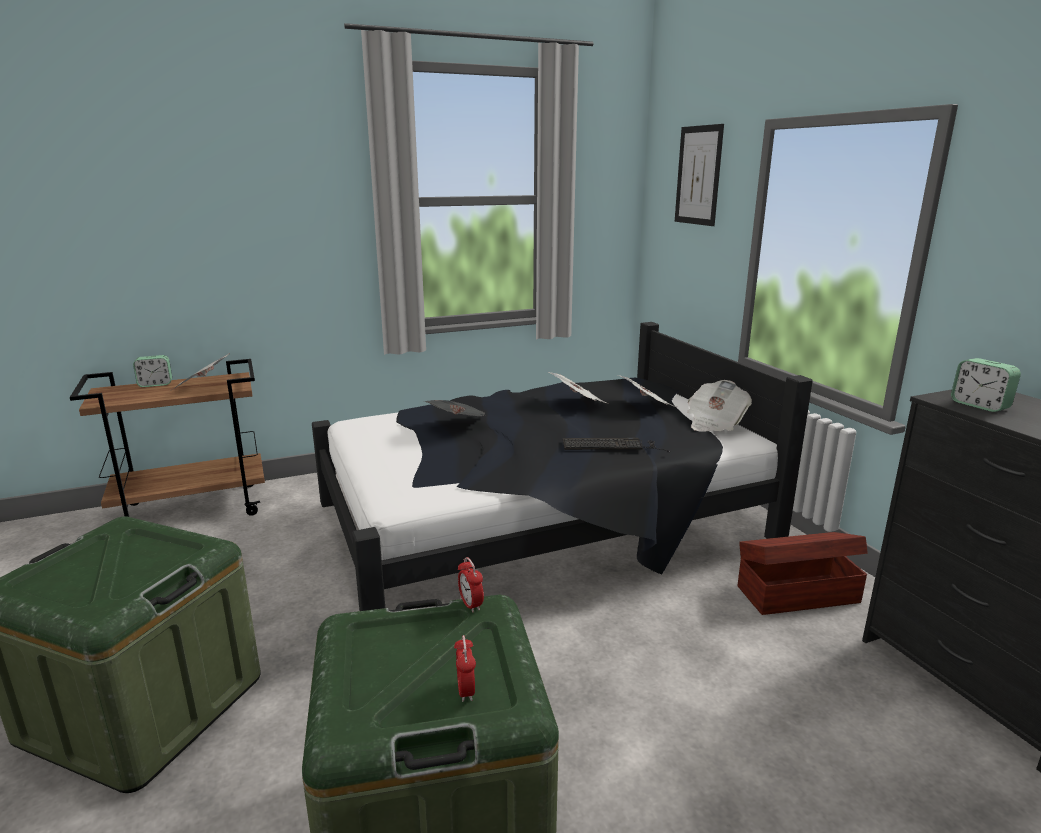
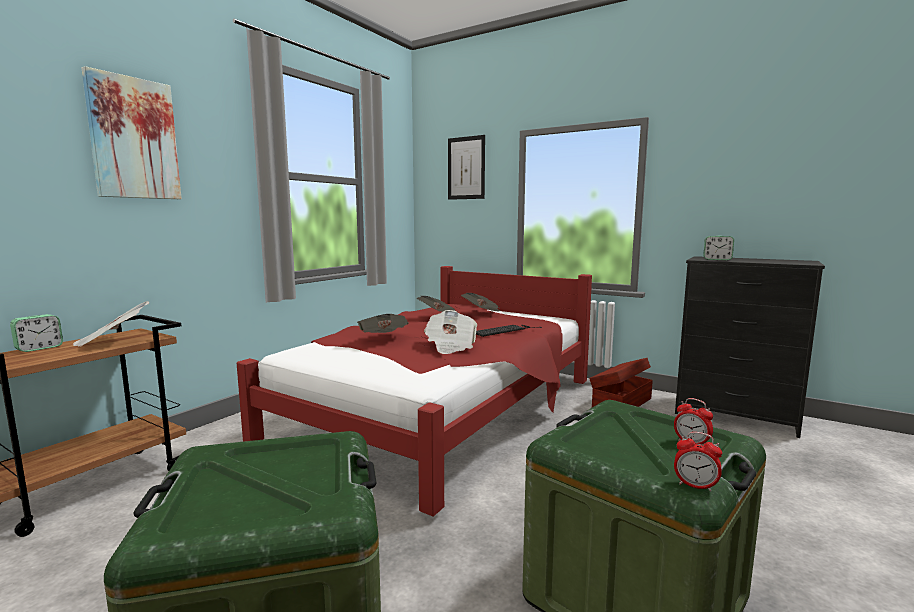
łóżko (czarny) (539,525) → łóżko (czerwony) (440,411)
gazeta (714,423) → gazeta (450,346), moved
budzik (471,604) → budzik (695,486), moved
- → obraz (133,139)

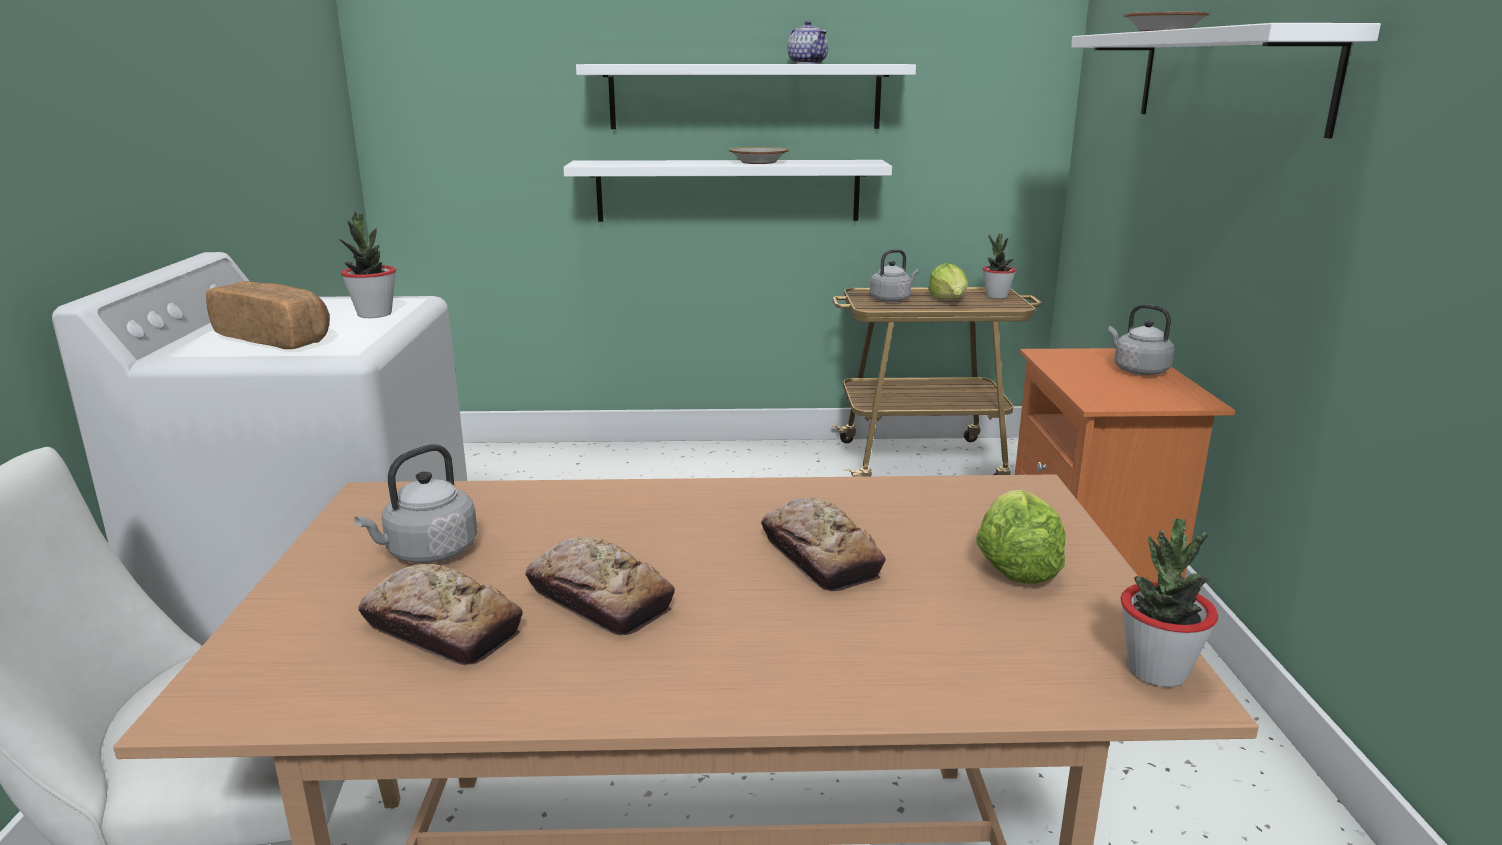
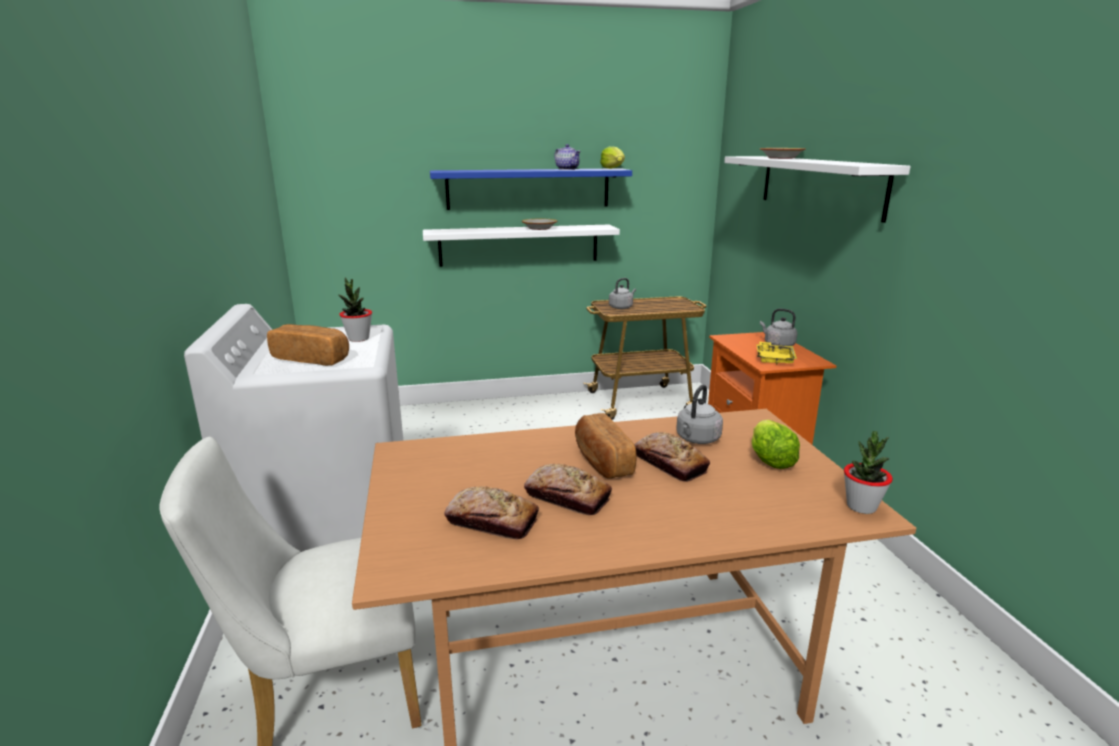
półka (biały) (745,96) → półka (niebieski) (528,188)
roślina doniczkowa (996,296) → -
sałata (949,300) → sałata (613,169), moved
czajnik (szary) (428,553) → czajnik (szary) (697,439), moved
- → taca (żółty) (774,359)
- → chleb (602,460)

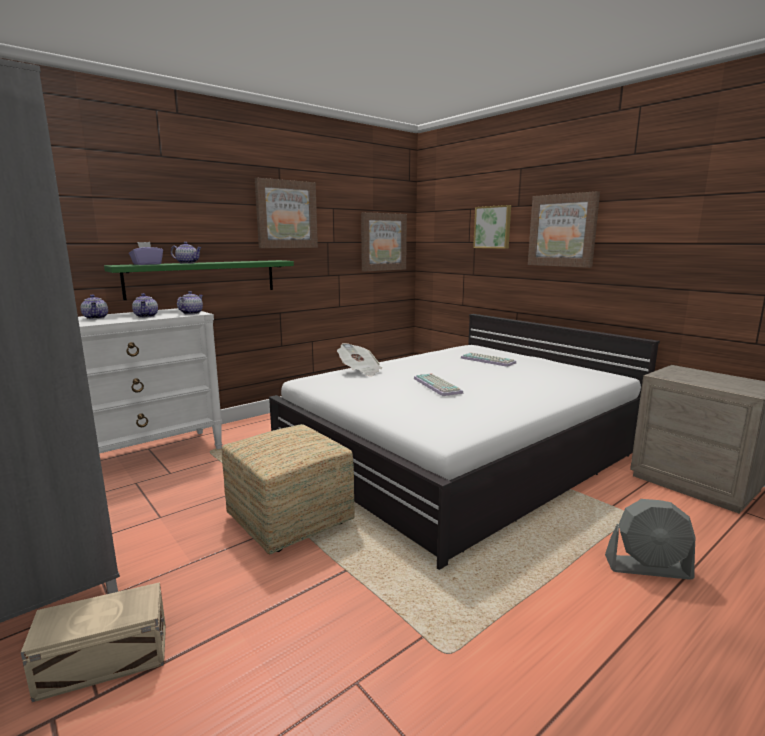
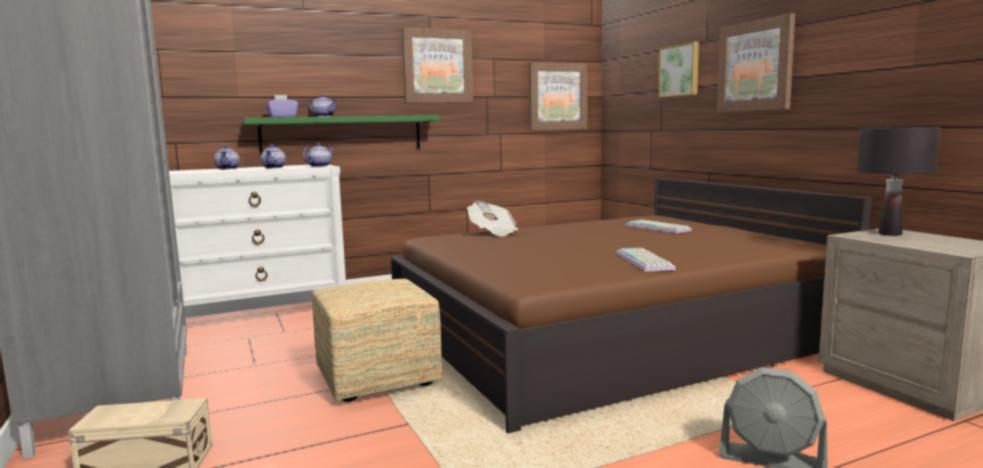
łóżko (biały) (461,452) → łóżko (brązowy) (609,334)
klawiatura (438,386) → klawiatura (646,261), moved
- → lampa stołowa (czarny) (889,234)

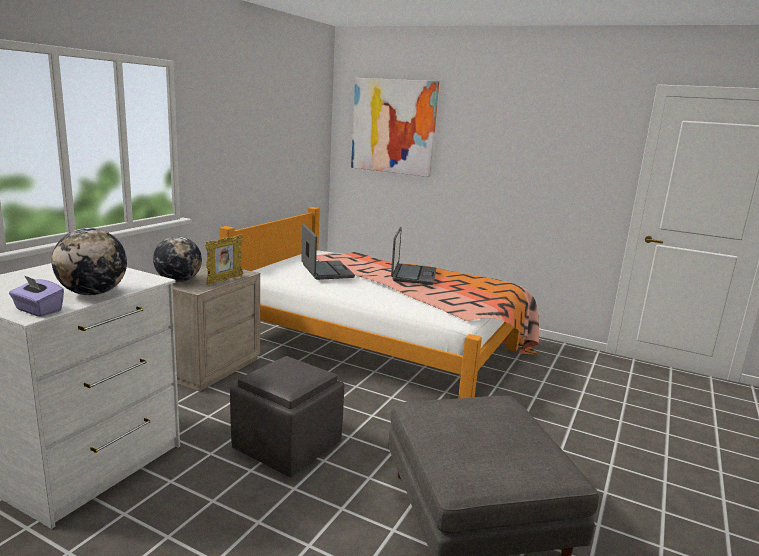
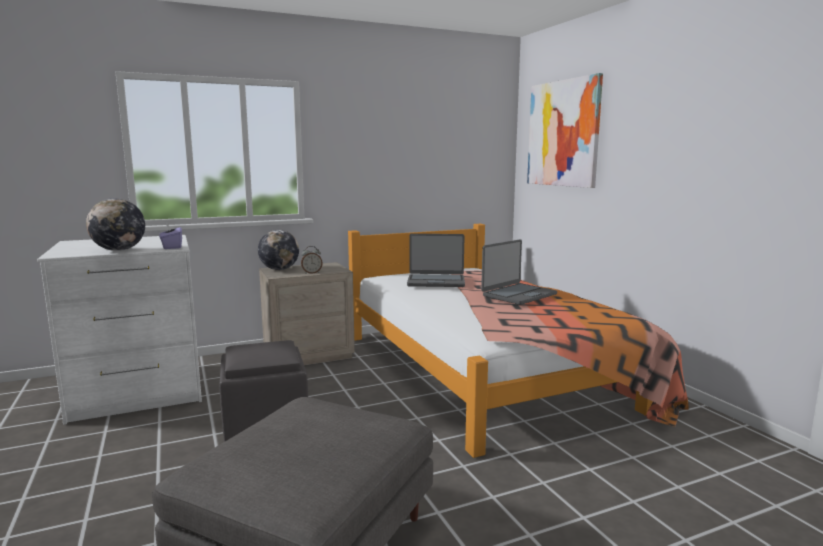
laptop (326,271) → laptop (436,281), 75 degrees clockwise
ramka na zdjęcie (224,280) → budzik (312,273)
pudełko chusteczek (fioletowy) (38,310) → pudełko chusteczek (fioletowy) (172,247), moved

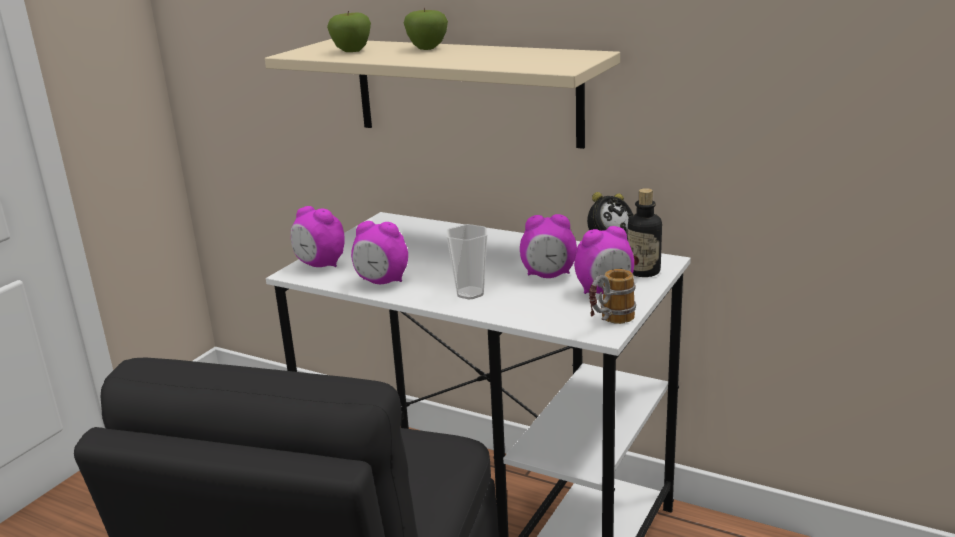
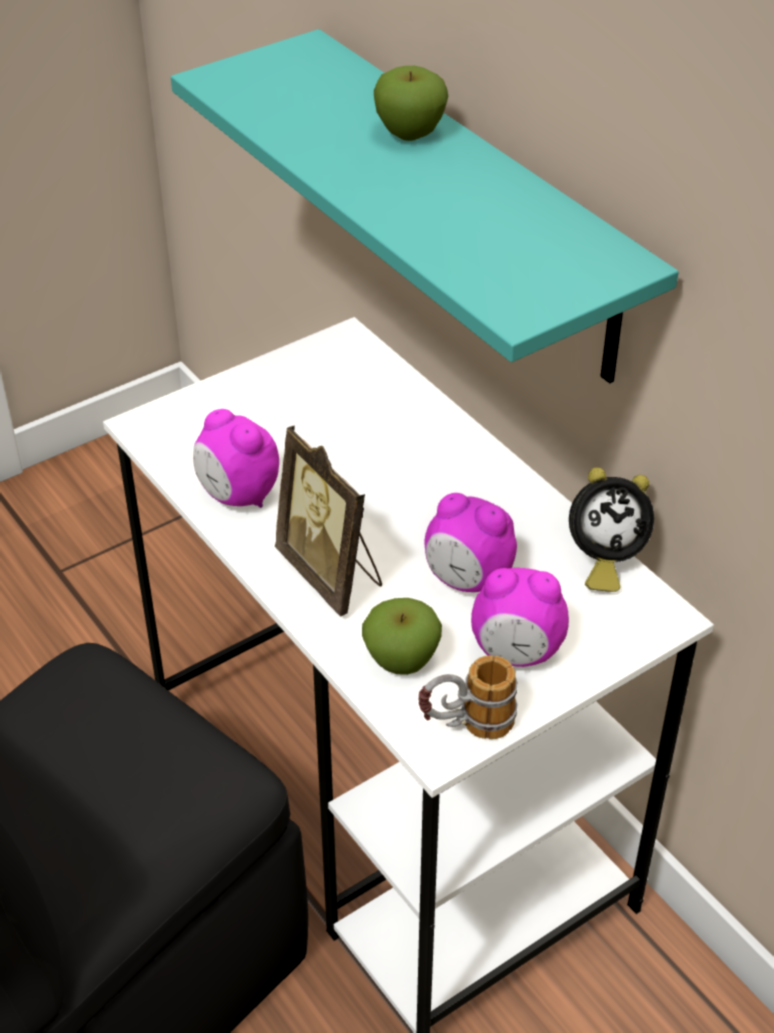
jabłko (351,51) → jabłko (401,661), moved
półka (beżowy) (466,91) → półka (turkusowy) (475,207)
butelka (643,271) → -
budzik (320,265) → -
filiżanka (470,293) → ramka na zdjęcie (332,574)

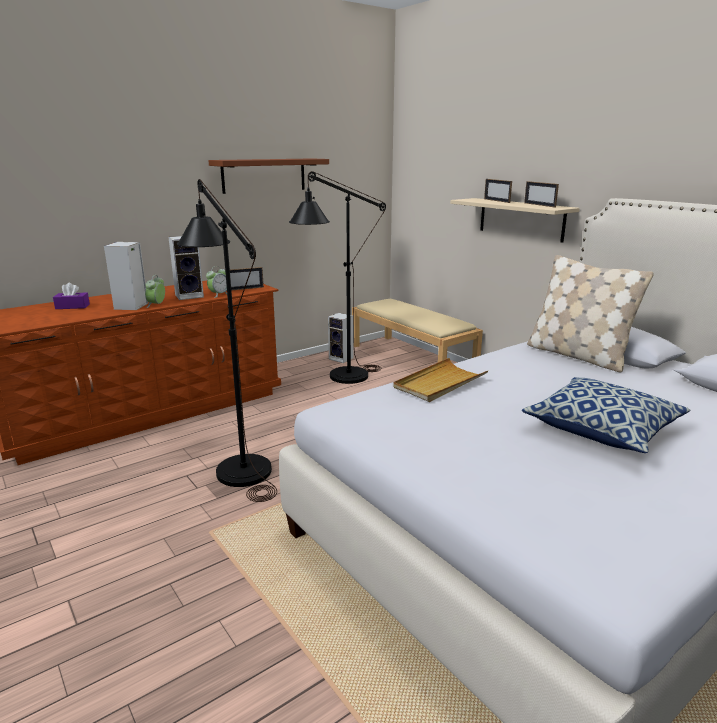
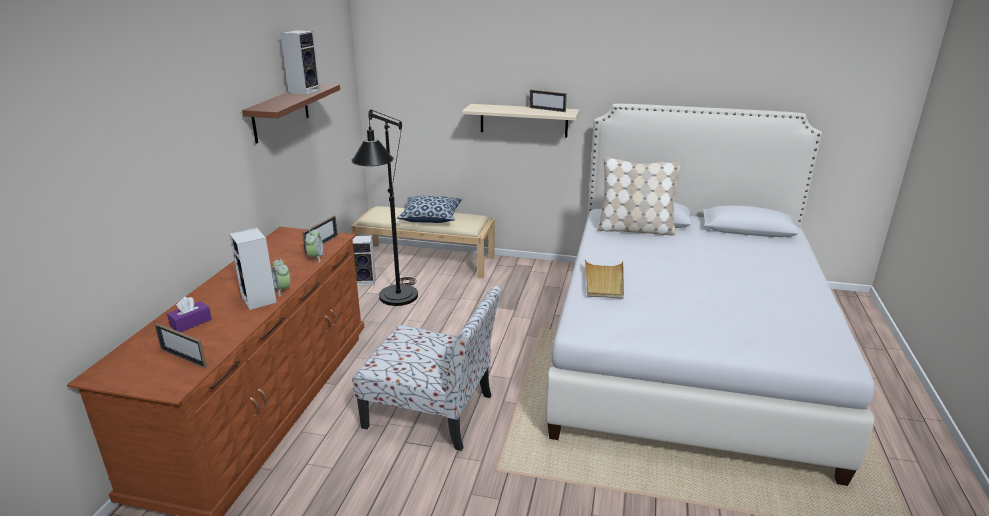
lampa stojąca (czarny) (238,464) → krzesło (432,412)
ramka na zdjęcie (496,200) → ramka na zdjęcie (183,358), moved
głośnik (190,296) → głośnik (304,91), moved
poduszka (602,430) → poduszka (431,218), moved

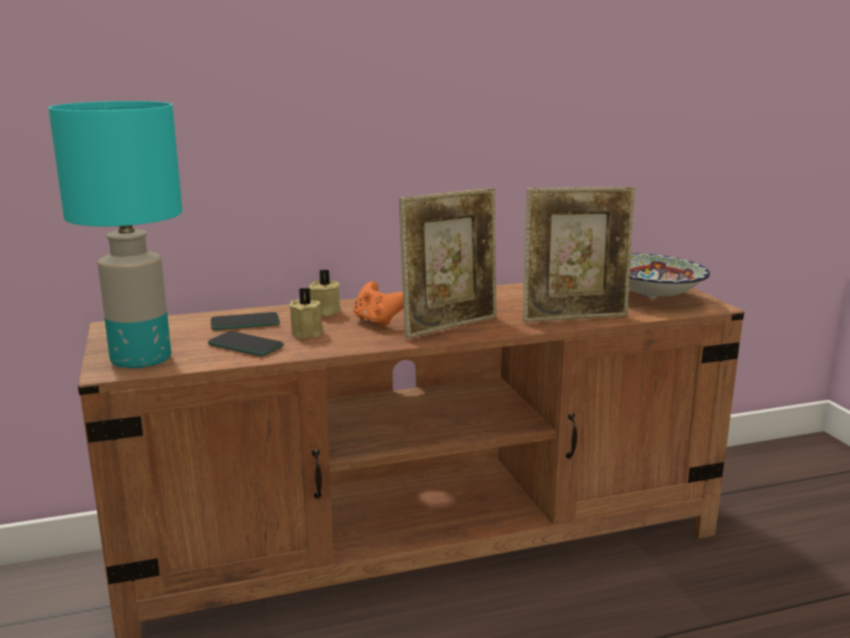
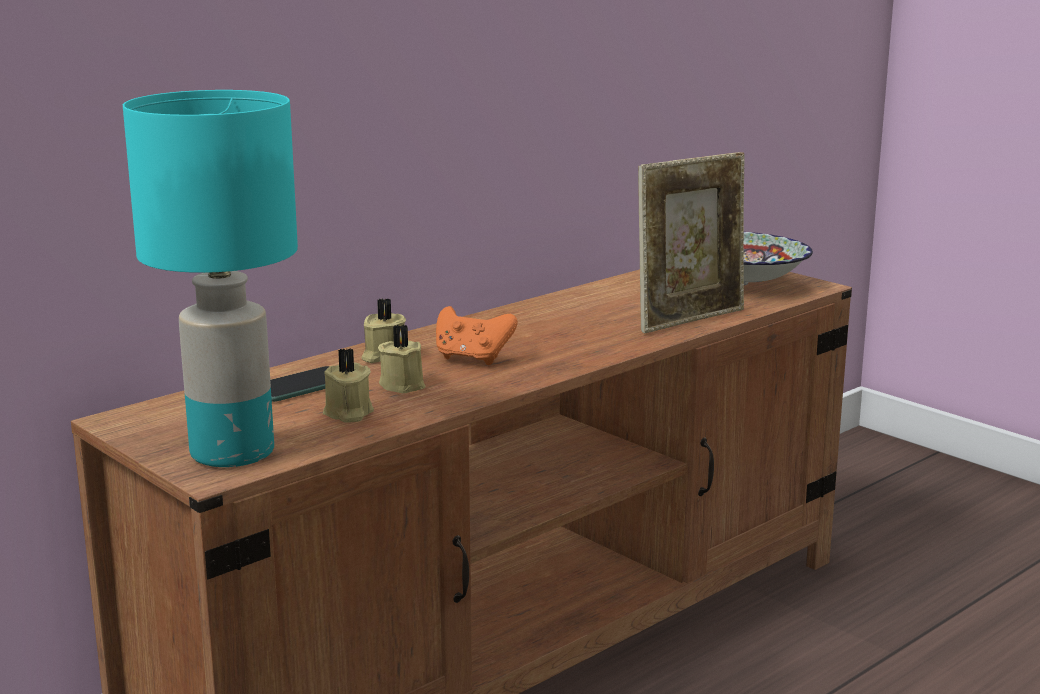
ramka na zdjęcie (450,326) → -
telefon (245,345) → świeca (beżowy) (348,413)

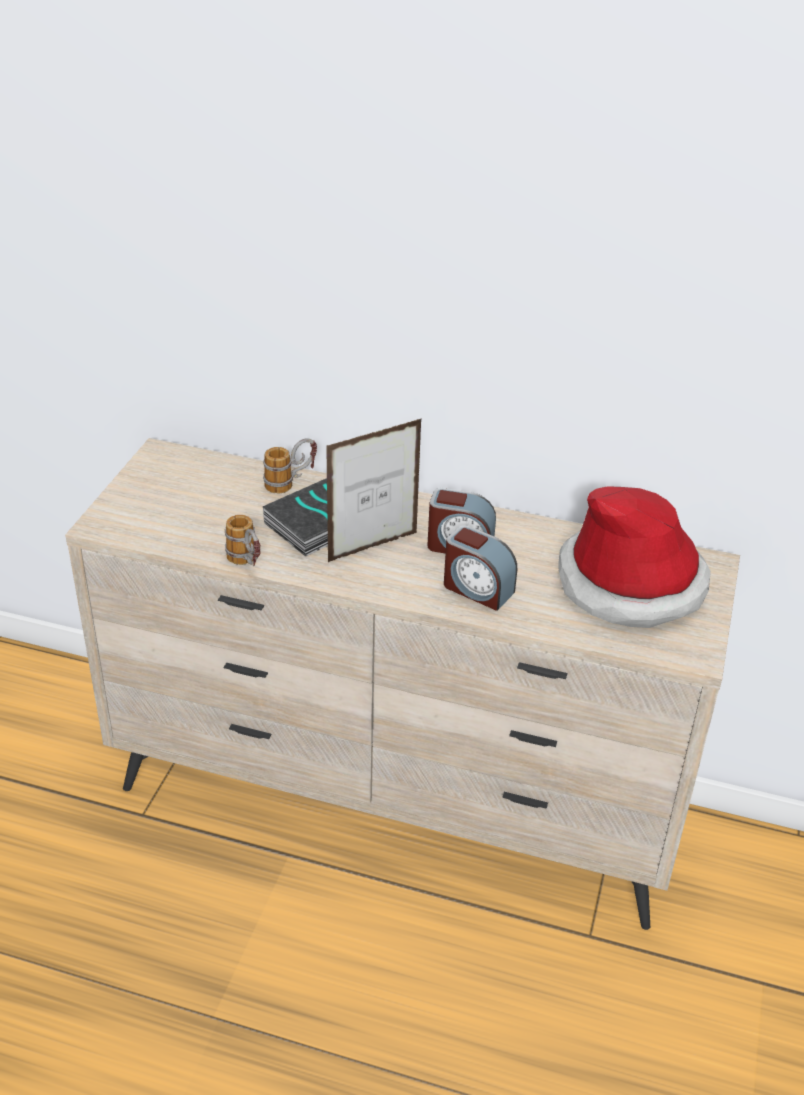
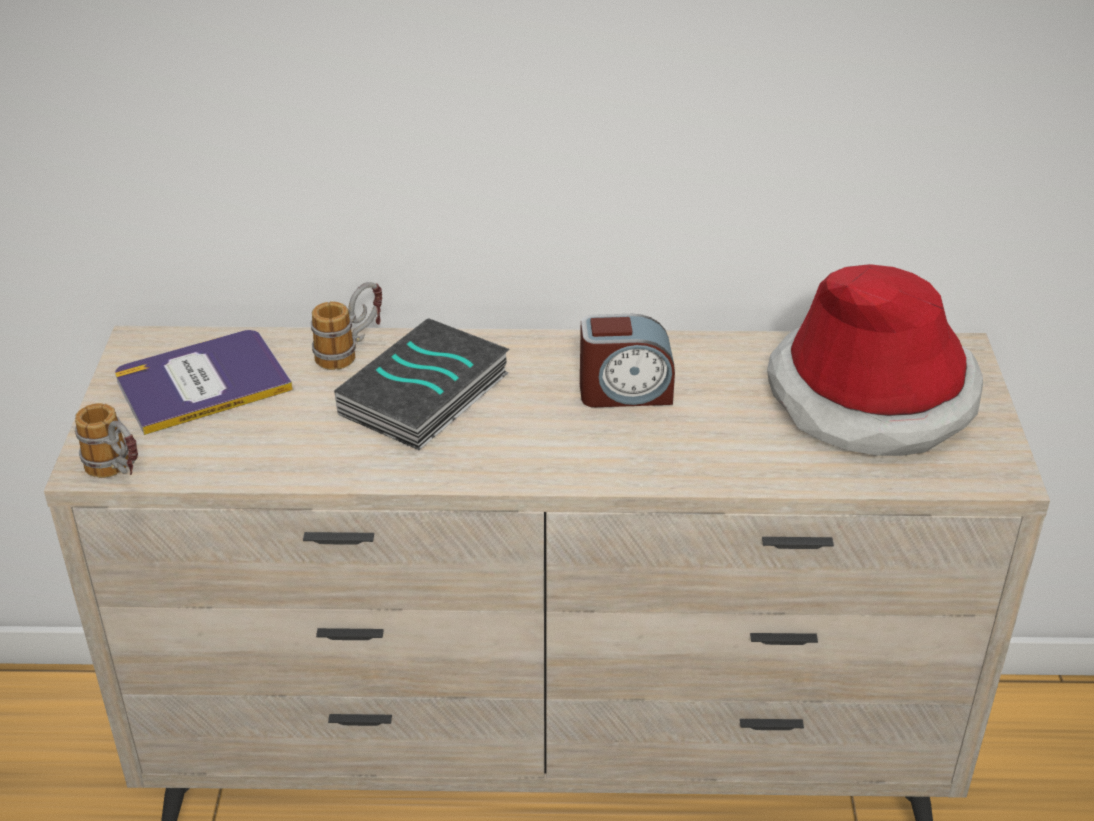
ramka na zdjęcie (373,547) → -
kubek (247,563) → kubek (119,473), moved
budzik (477,589) → -
- → książka (202,383)

